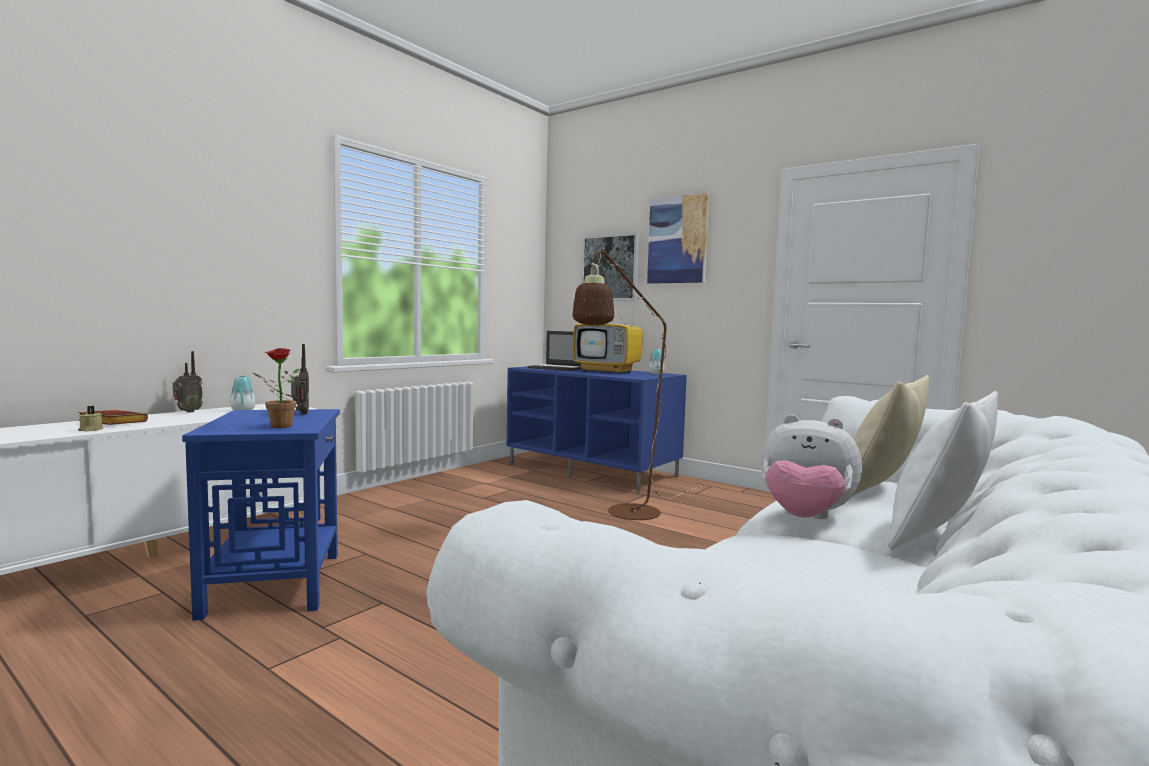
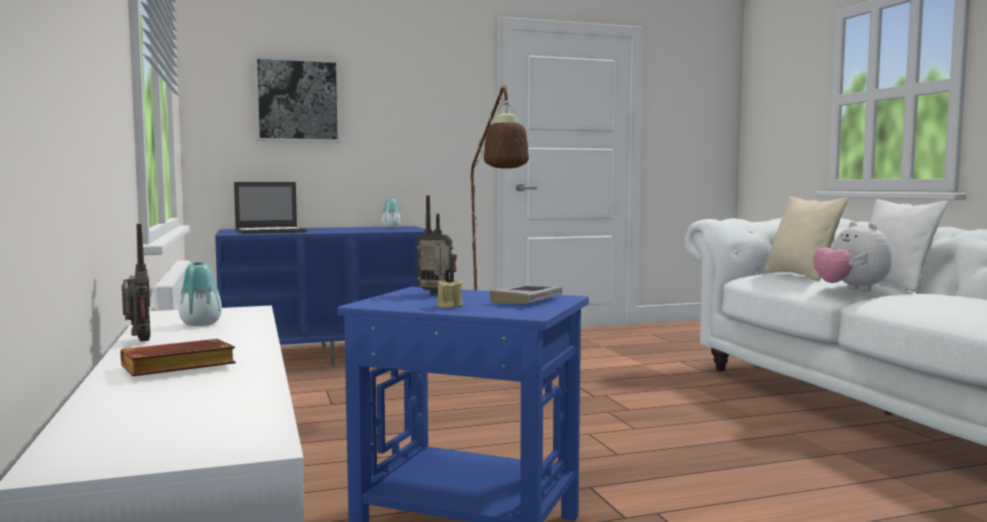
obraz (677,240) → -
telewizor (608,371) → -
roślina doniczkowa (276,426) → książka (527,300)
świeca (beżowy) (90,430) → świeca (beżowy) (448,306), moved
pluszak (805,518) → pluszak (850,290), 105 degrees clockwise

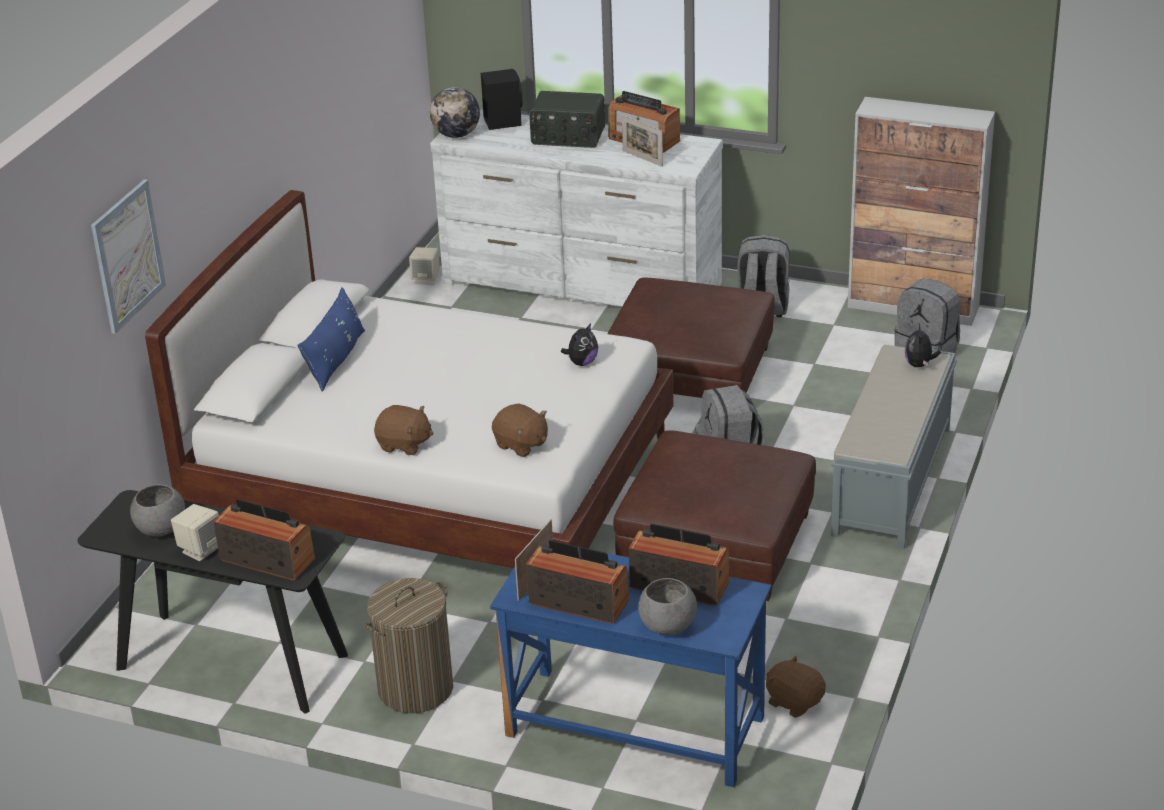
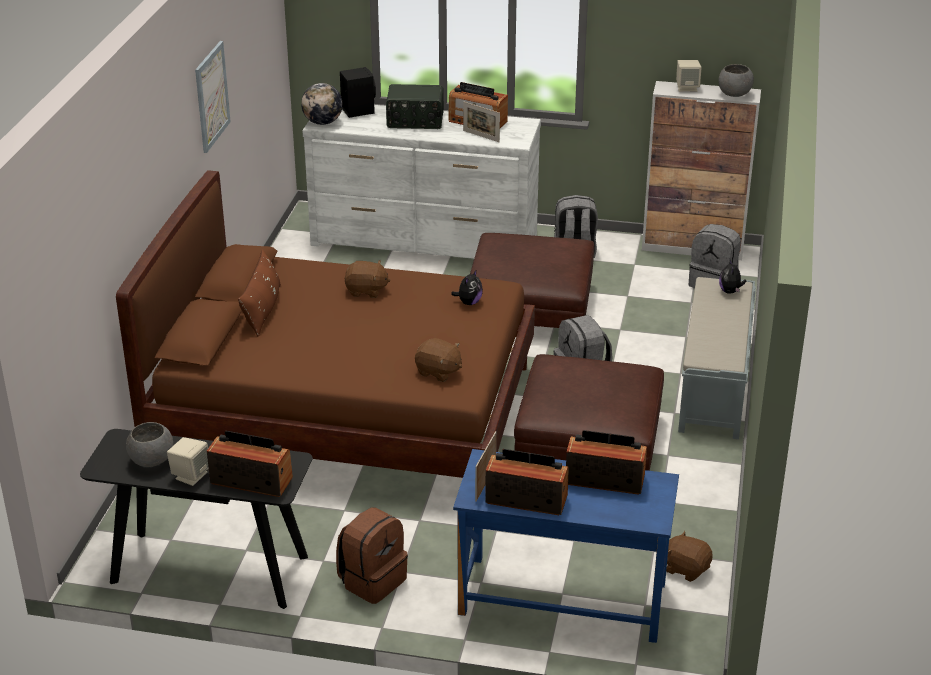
obraz (127,256) → obraz (211,96), moved
łóżko (biały) (433,489) → łóżko (brązowy) (345,413)
głośnik (beżowy) (426,279) → głośnik (beżowy) (687,88), moved
poduszka (niebieski) (336,360) → poduszka (brązowy) (262,310)
pluszak (brązowy) (404,444) → pluszak (brązowy) (366,291), moved
kosz na pranie (415,688) → plecak (brązowy) (372,580)
miska (szary) (667,627) → miska (szary) (734,95), moved

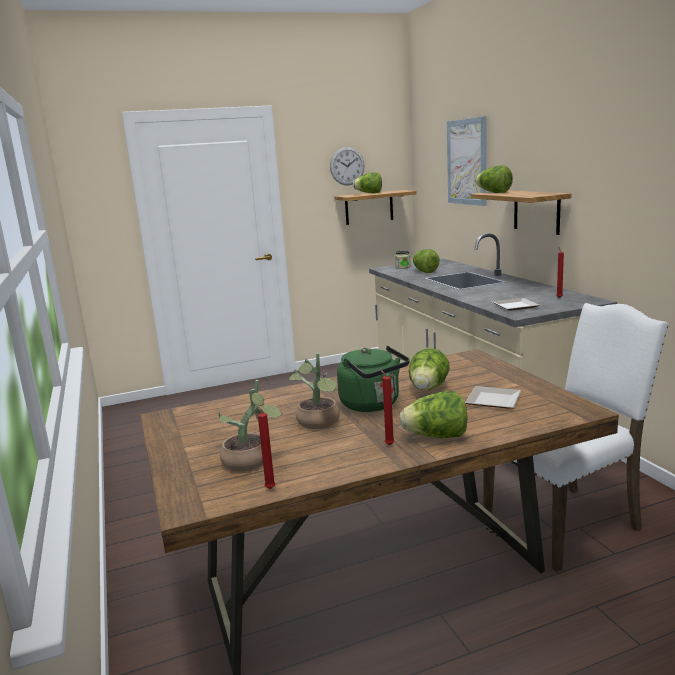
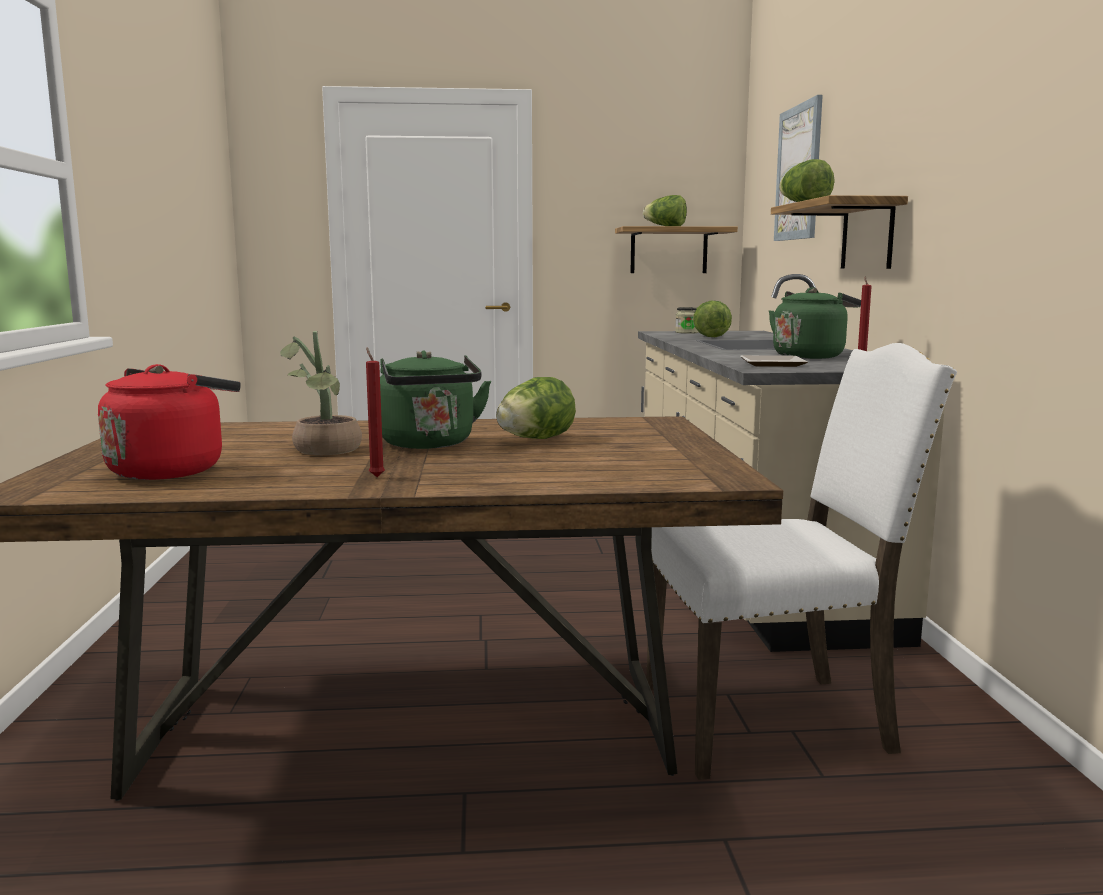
zegar ścienny (347,166) → -
roślina doniczkowa (251,462) → czajnik (czerwony) (171,470)
talerz (492,399) → -
sałata (436,437) → -
świeca (czerwony) (269,488) → -
- → czajnik (zielony) (810,356)

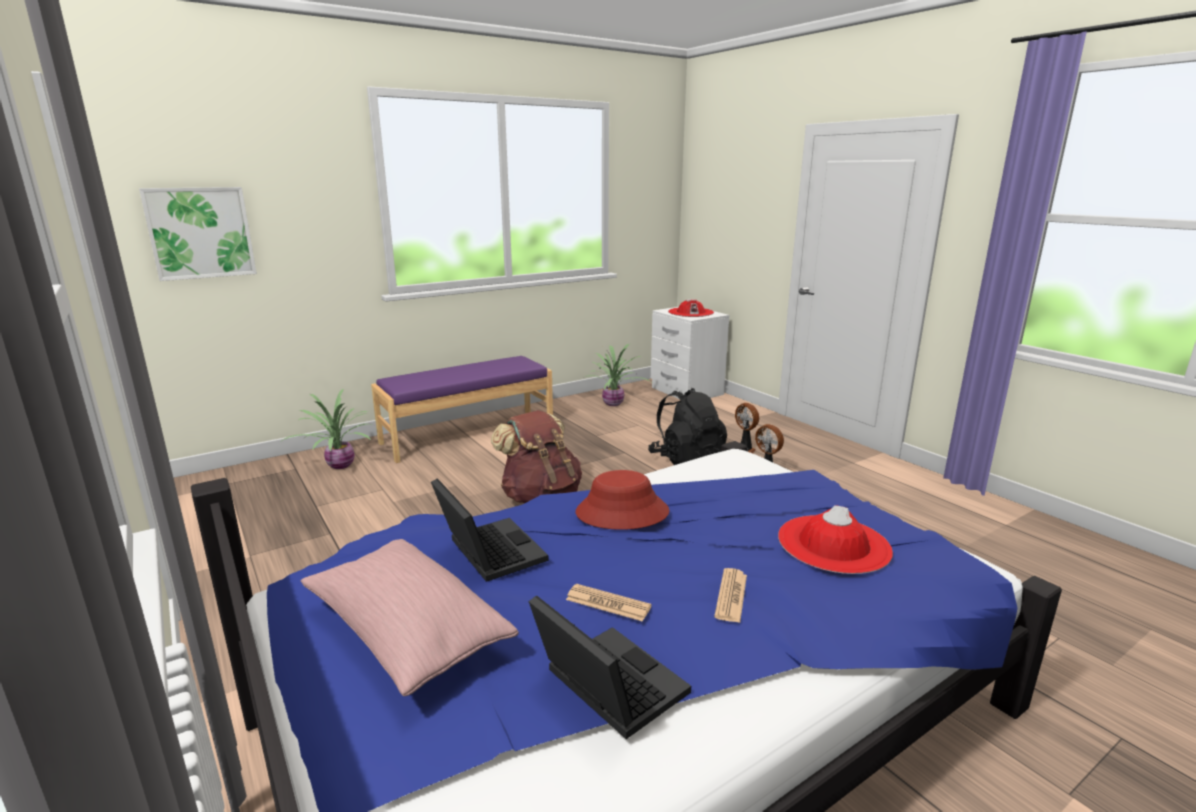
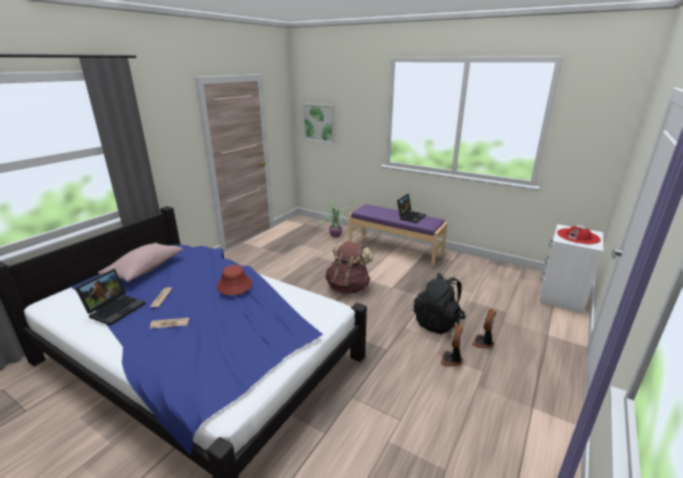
roślina doniczkowa (614,404) → -
laptop (487,551) → laptop (410,216), moved
kapelusz (czerwony) (833,544) → -

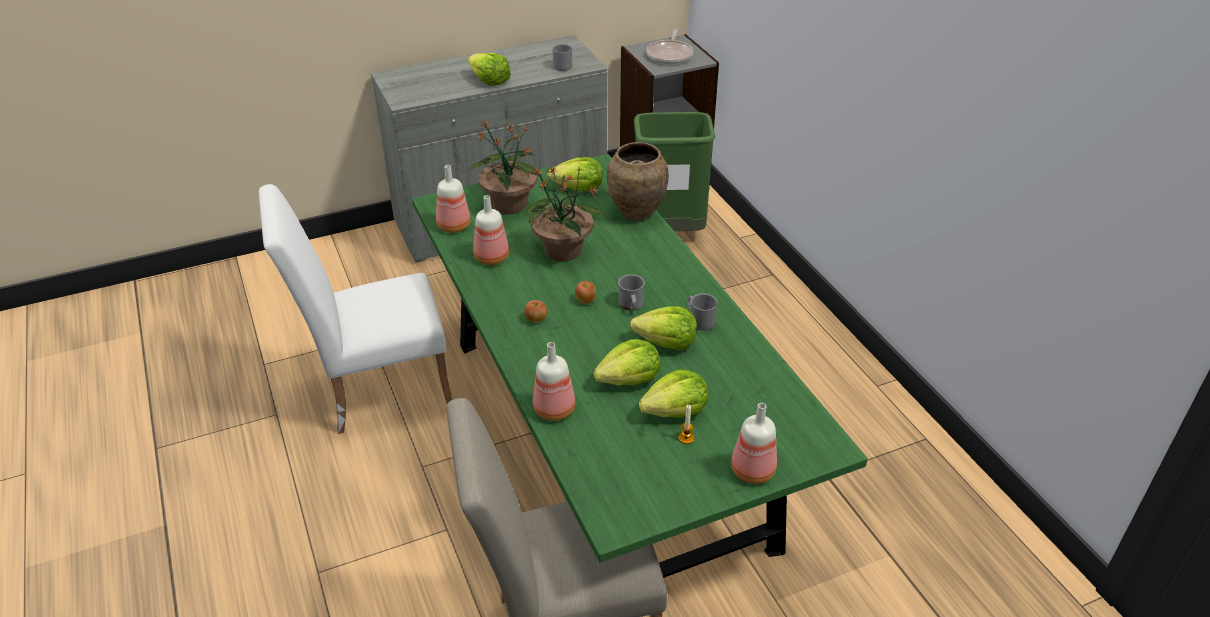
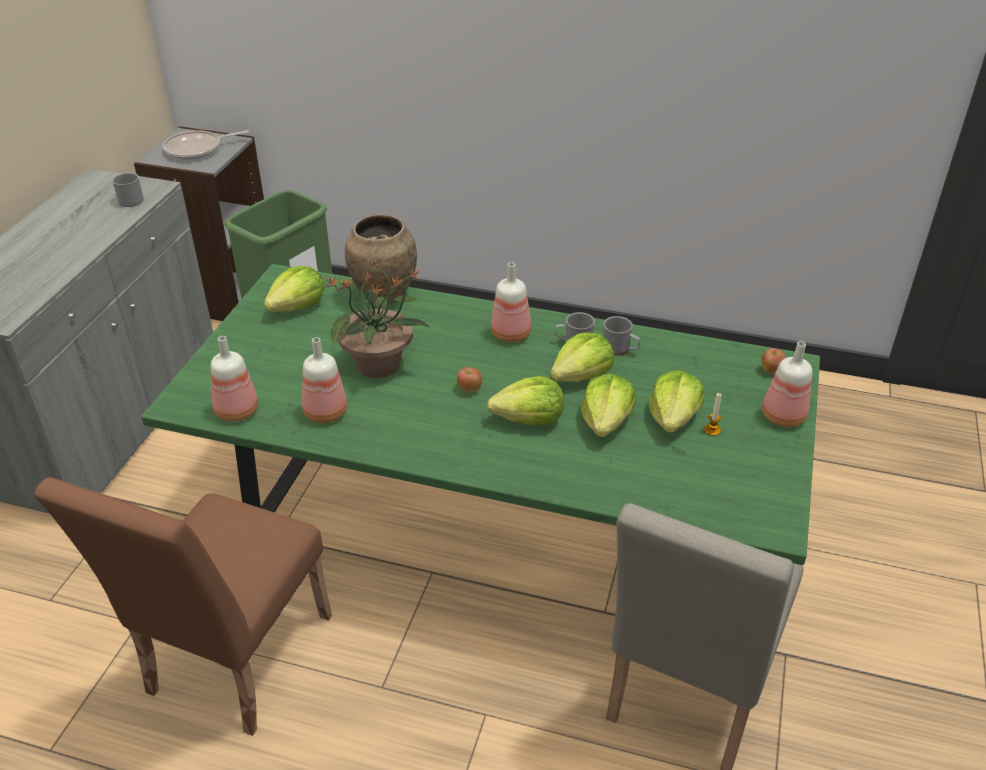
patelnia (670,55) → patelnia (197,149), 105 degrees clockwise
sałata (489,81) → sałata (529,419), moved
roślina doniczkowa (509,205) → -
krzesło (biały) (378,391) → krzesło (brązowy) (231,664)
kubek (szary) (631,305) → kubek (szary) (620,349), moved
jabłko (536,320) → jabłko (771,371), moved
butelka (555,409) → butelka (511,333), moved

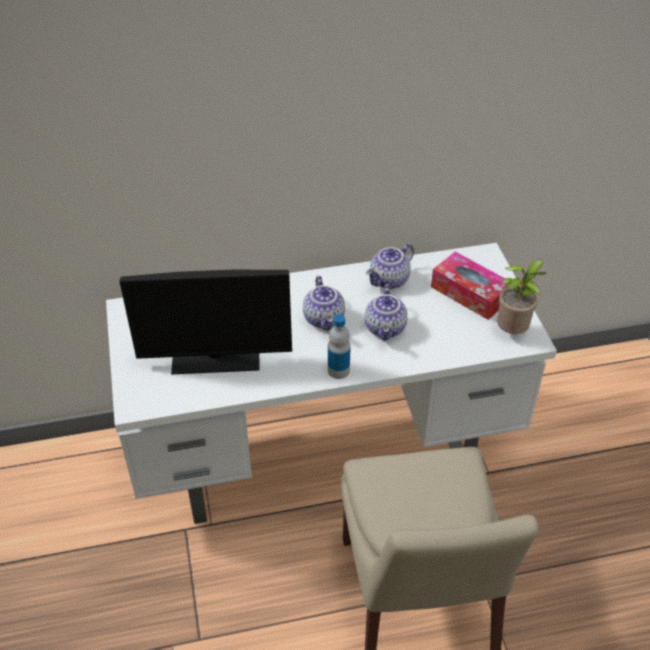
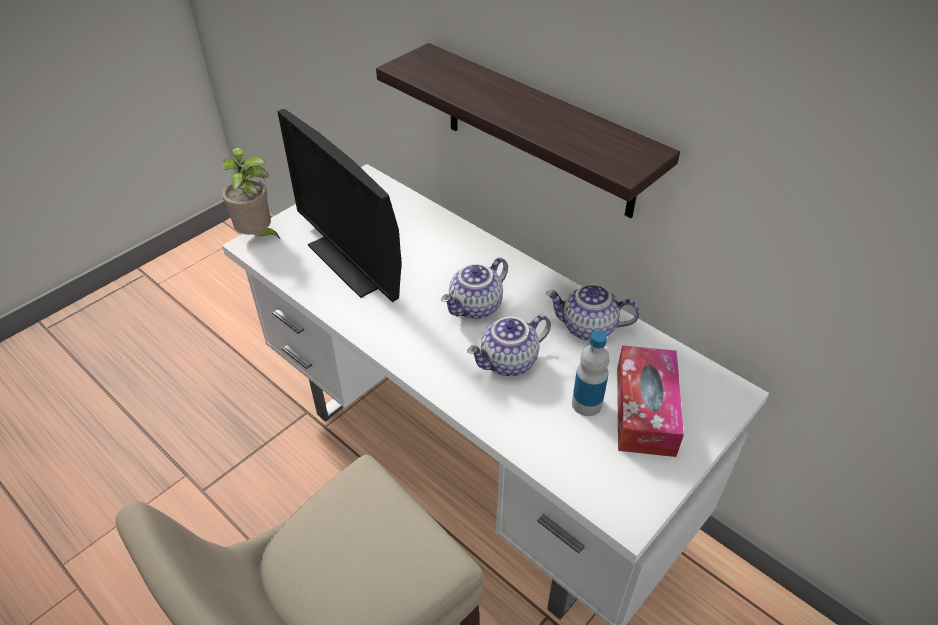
roślina doniczkowa (513,332) → roślina doniczkowa (258,236), moved
butelka (338,370) → butelka (586,404), moved
- → półka (538,131)

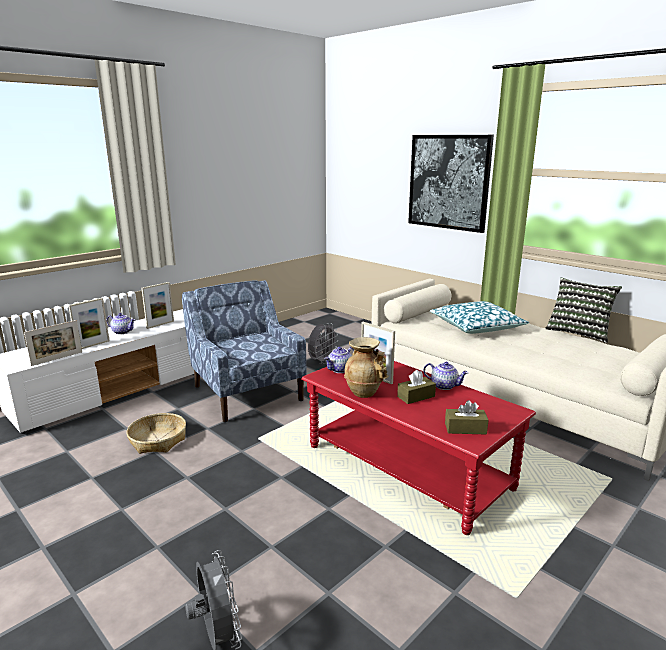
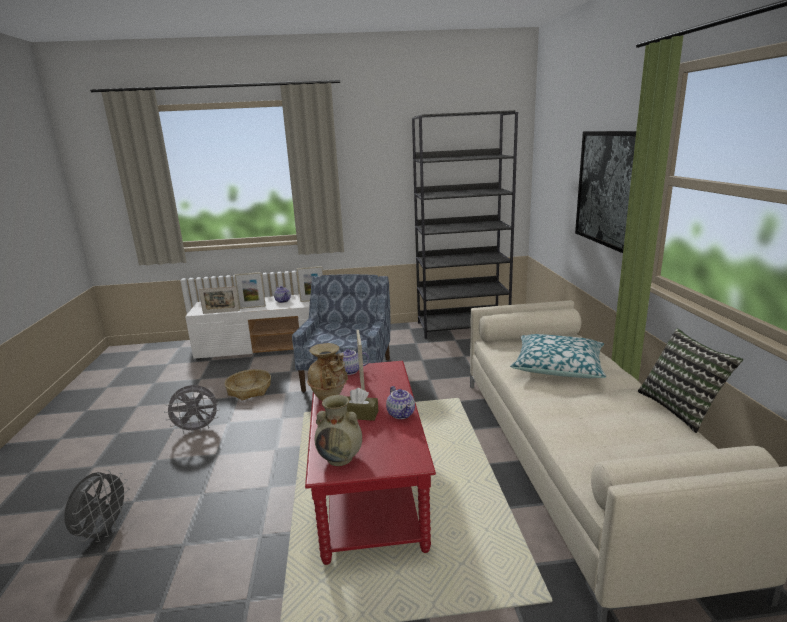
wentylator (szary) (322,361) → wentylator (szary) (197,429), moved
pudełko chusteczek (brązowy) (465,428) → wazon (beżowy) (341,458)
- → regał (czarny) (463,326)

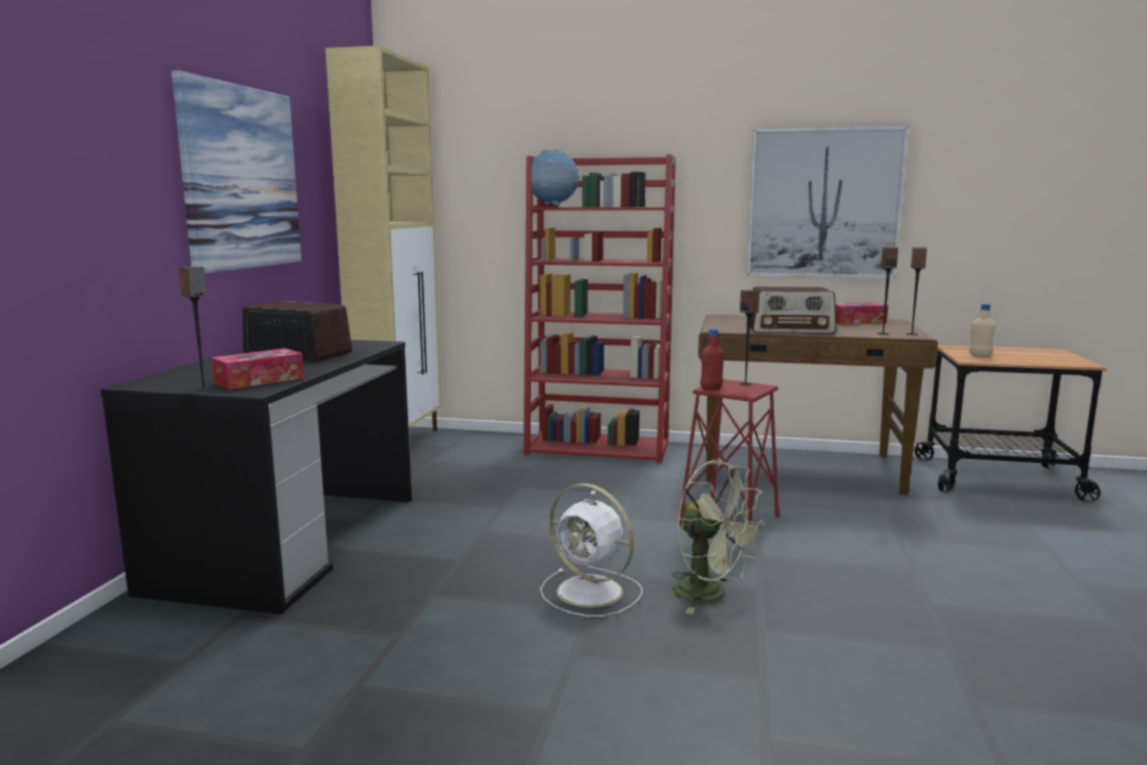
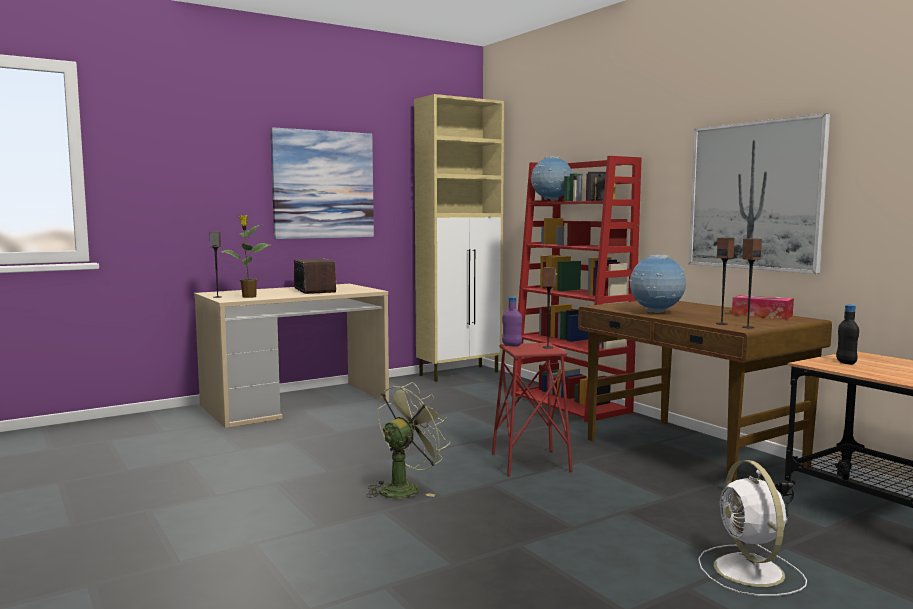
radio (790,330) → globus (656,313)
butelka (beżowy) (980,355) → butelka (czarny) (846,363)
butelka (czerwony) (711,388) → butelka (fioletowy) (511,345)
biurko (czarny) (289,541) → biurko (beżowy) (295,403)
pudełko chusteczek (259,380) → roślina doniczkowa (248,297)
wentylator (zielony) (711,595) → wentylator (zielony) (405,488), 135 degrees counterclockwise
wentylator (biały) (592,592) → wentylator (biały) (750,572), moved

